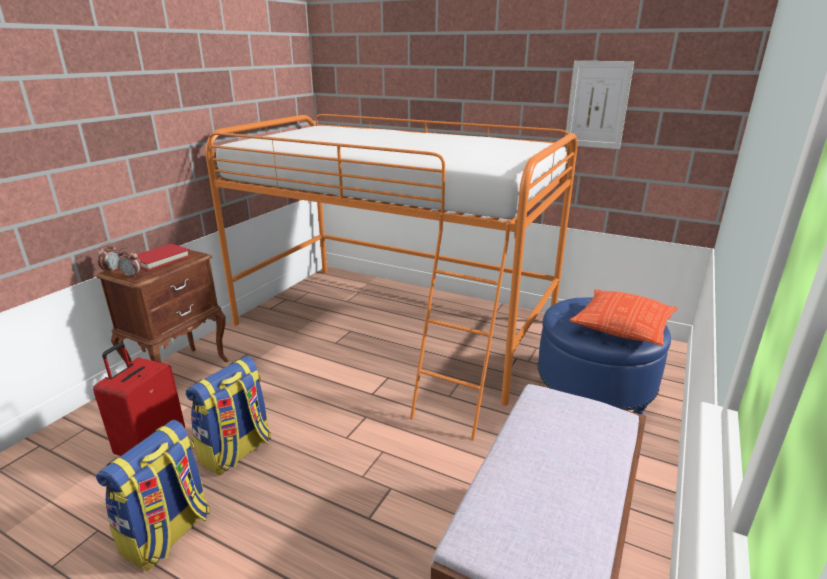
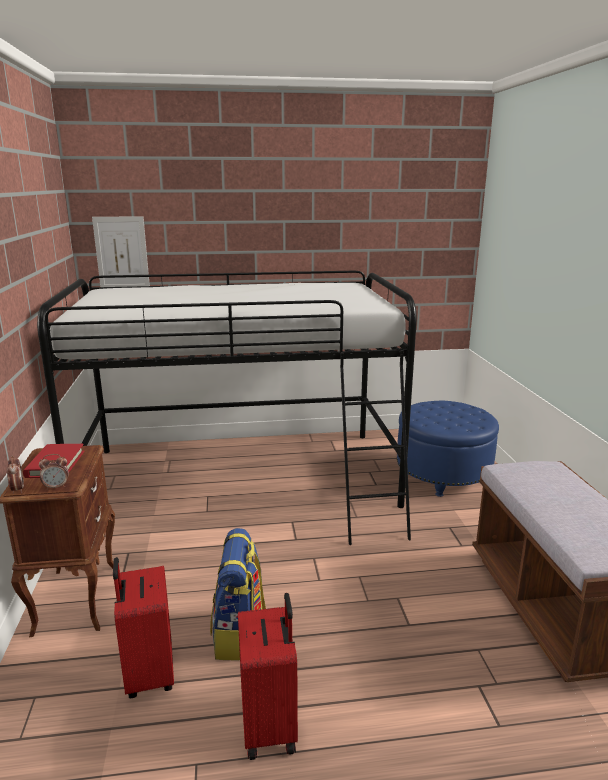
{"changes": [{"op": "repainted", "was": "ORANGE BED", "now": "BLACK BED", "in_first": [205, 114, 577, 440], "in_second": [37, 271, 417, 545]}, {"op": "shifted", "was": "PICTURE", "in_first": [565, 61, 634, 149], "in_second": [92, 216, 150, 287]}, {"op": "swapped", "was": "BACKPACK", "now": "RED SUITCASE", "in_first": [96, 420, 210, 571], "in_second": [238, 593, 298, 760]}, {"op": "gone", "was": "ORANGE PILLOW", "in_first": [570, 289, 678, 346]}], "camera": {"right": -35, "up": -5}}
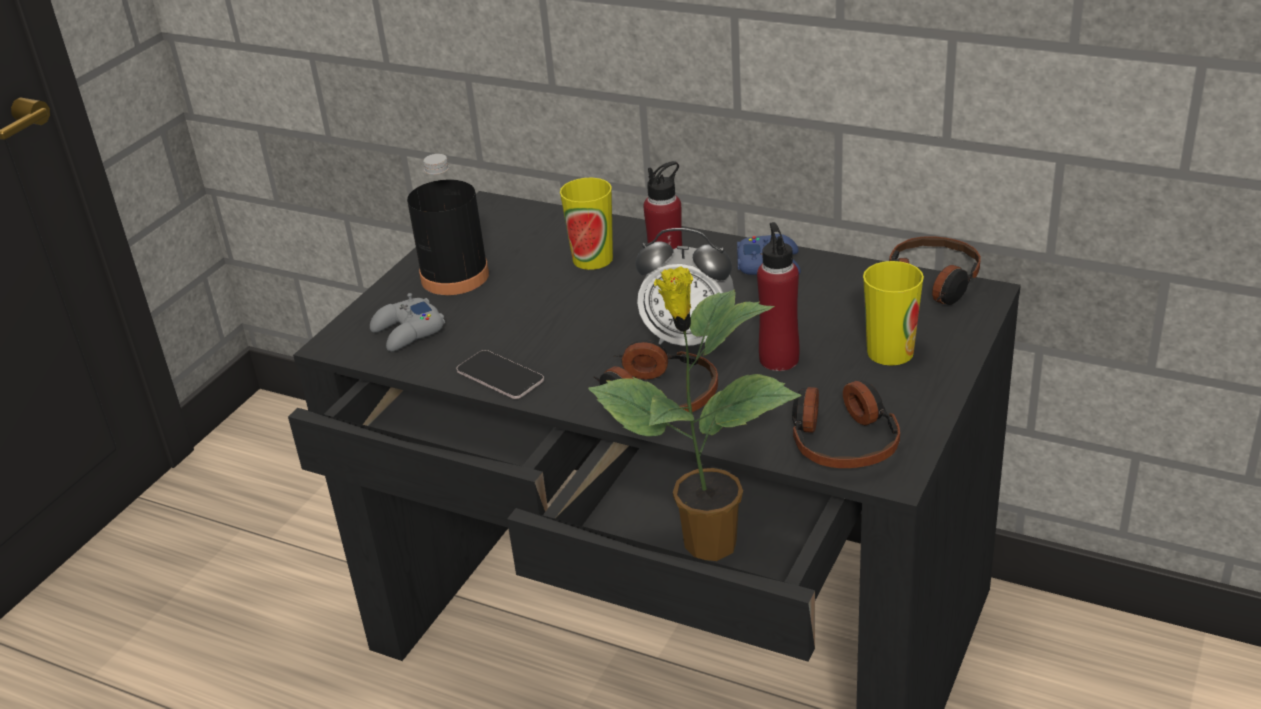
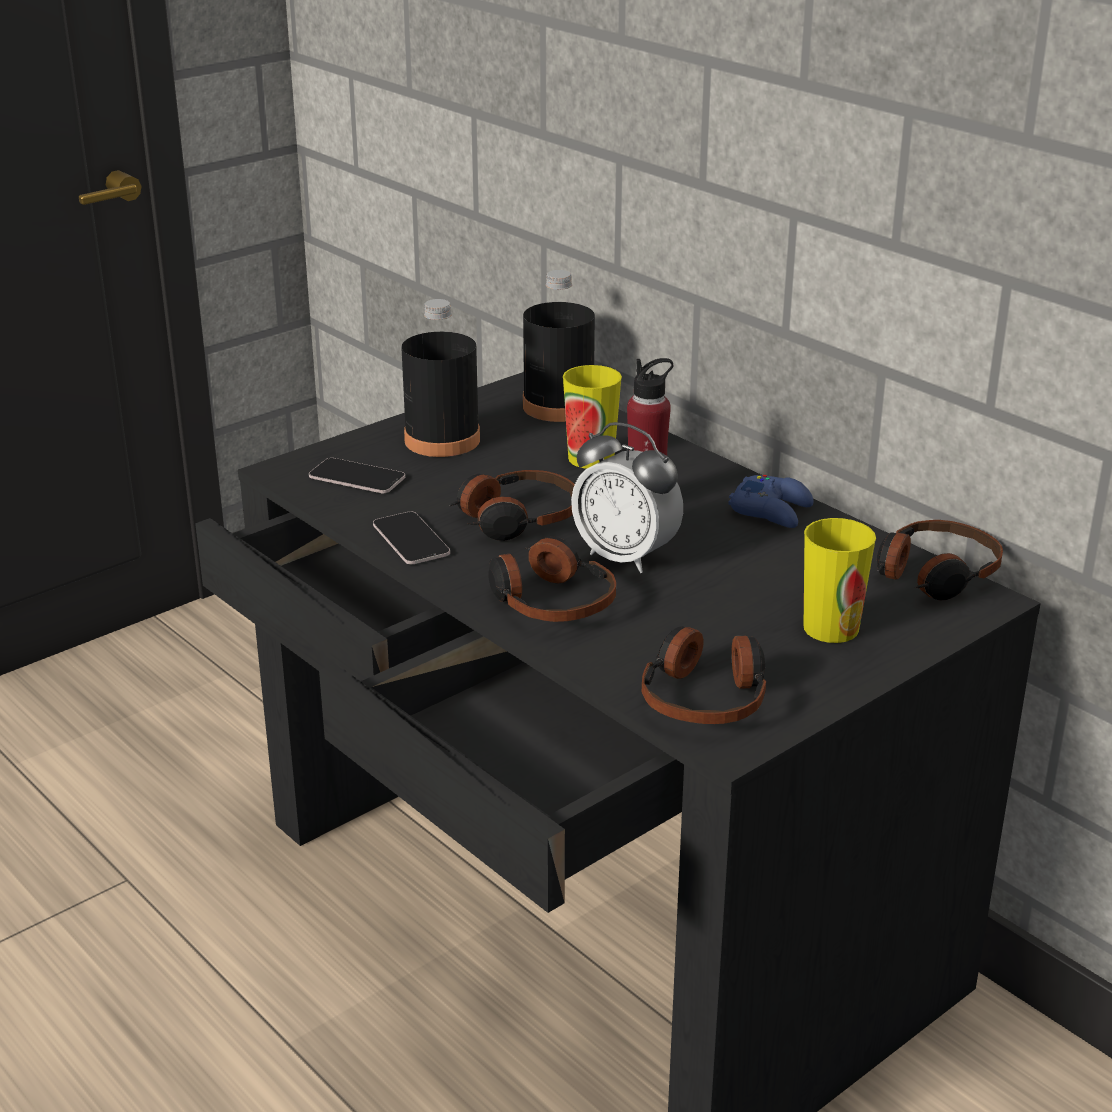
{"changes": [{"op": "swapped", "was": "GREY GAME CONTROLLER", "now": "PHONE", "in_first": [370, 293, 445, 352], "in_second": [309, 458, 405, 493]}, {"op": "new", "now": "HEADPHONES", "in_second": [449, 470, 575, 541]}, {"op": "new", "now": "BLACK BOTTLE", "in_second": [523, 270, 595, 422]}, {"op": "gone", "was": "POTTED PLANT", "in_first": [588, 266, 801, 561]}, {"op": "gone", "was": "RED BOTTLE", "in_first": [757, 222, 800, 371]}], "camera": {"right": 20, "up": -5}}
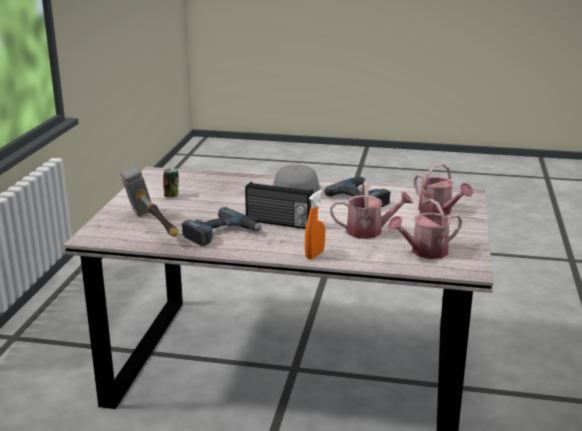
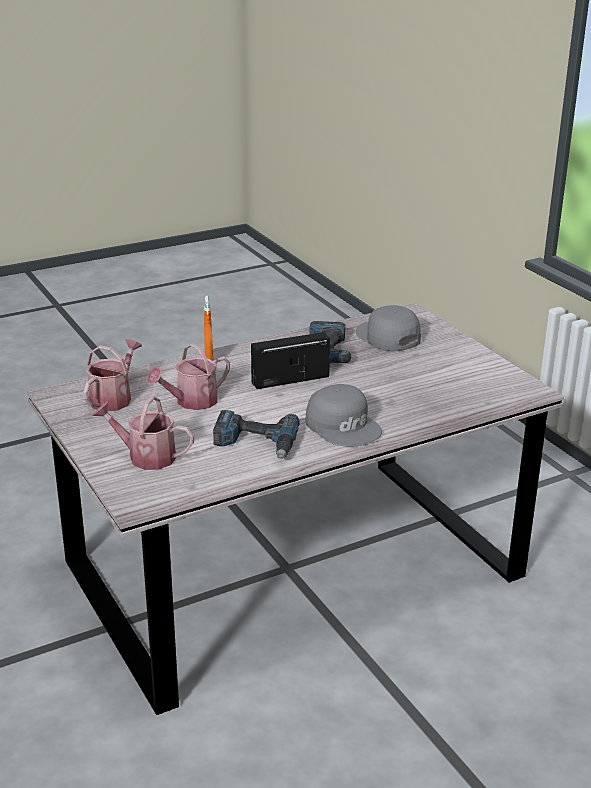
{"changes": [{"op": "swapped", "was": "HAMMER", "now": "GREY CAP", "in_first": [120, 166, 178, 237], "in_second": [356, 305, 421, 351]}, {"op": "gone", "was": "CAN", "in_first": [163, 169, 179, 198]}], "camera": {"right": 140, "up": 5}}
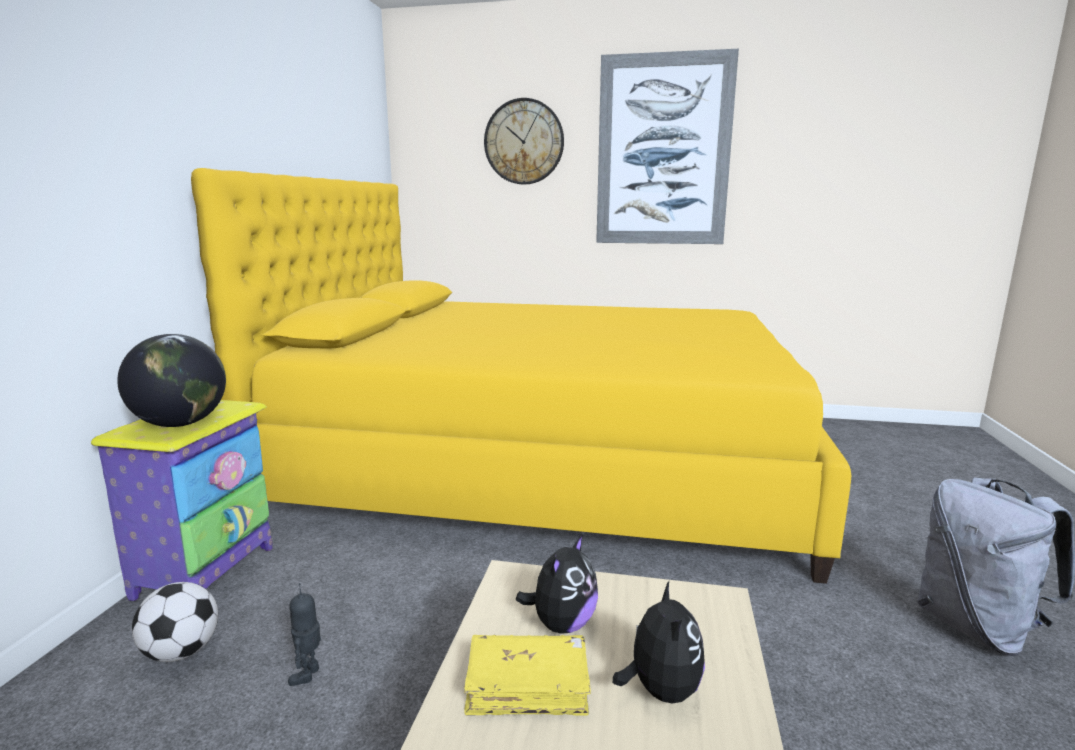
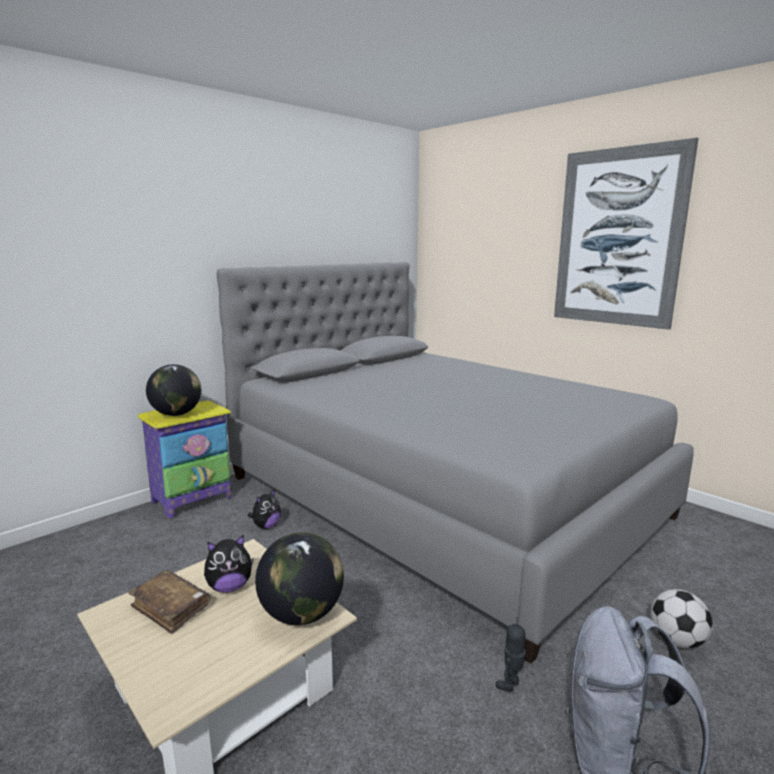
{"changes": [{"op": "repainted", "was": "YELLOW BOOK", "now": "BROWN BOOK", "in_first": [464, 635, 591, 716], "in_second": [128, 570, 210, 634]}, {"op": "repainted", "was": "YELLOW BED", "now": "GREY BED", "in_first": [191, 168, 851, 584], "in_second": [217, 262, 694, 664]}, {"op": "shifted", "was": "PLUSH TOY", "in_first": [613, 581, 705, 704], "in_second": [248, 489, 281, 529]}, {"op": "new", "now": "GLOBE", "in_second": [255, 532, 344, 625]}, {"op": "shifted", "was": "TOY ROBOT", "in_first": [288, 583, 321, 686], "in_second": [496, 617, 526, 692]}, {"op": "shifted", "was": "FOOTBALL", "in_first": [132, 582, 218, 662], "in_second": [651, 589, 713, 648]}, {"op": "gone", "was": "WALL CLOCK", "in_first": [484, 98, 564, 185]}], "camera": {"right": 35, "up": 0}}
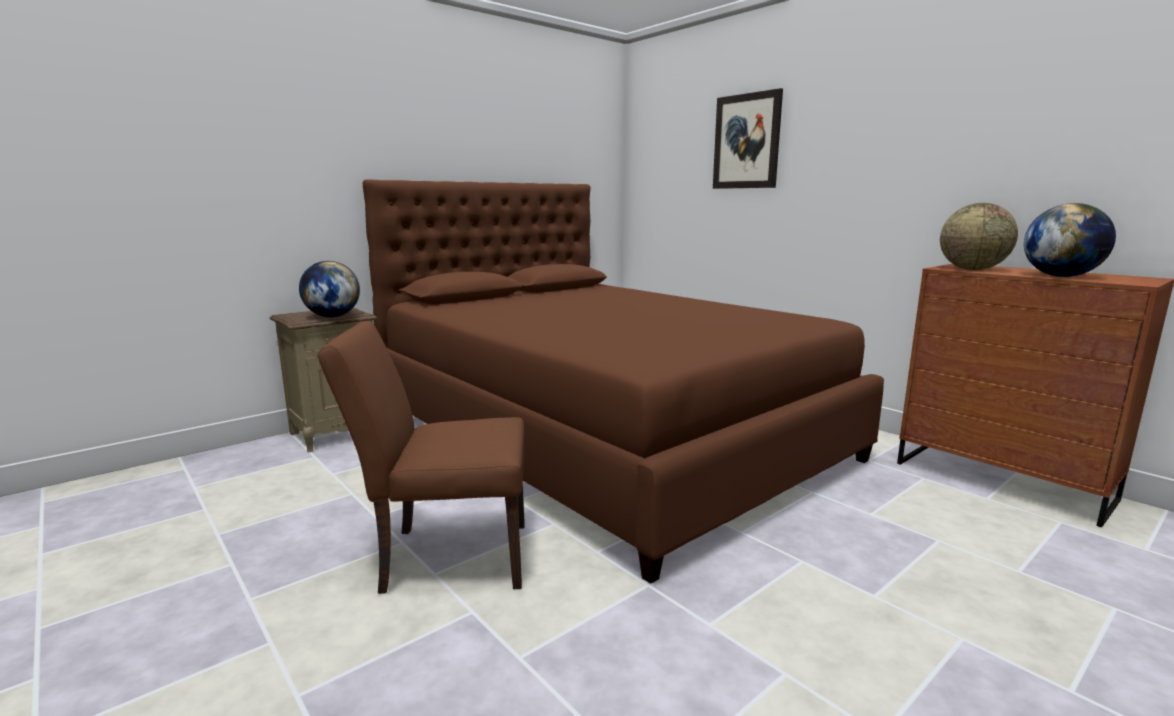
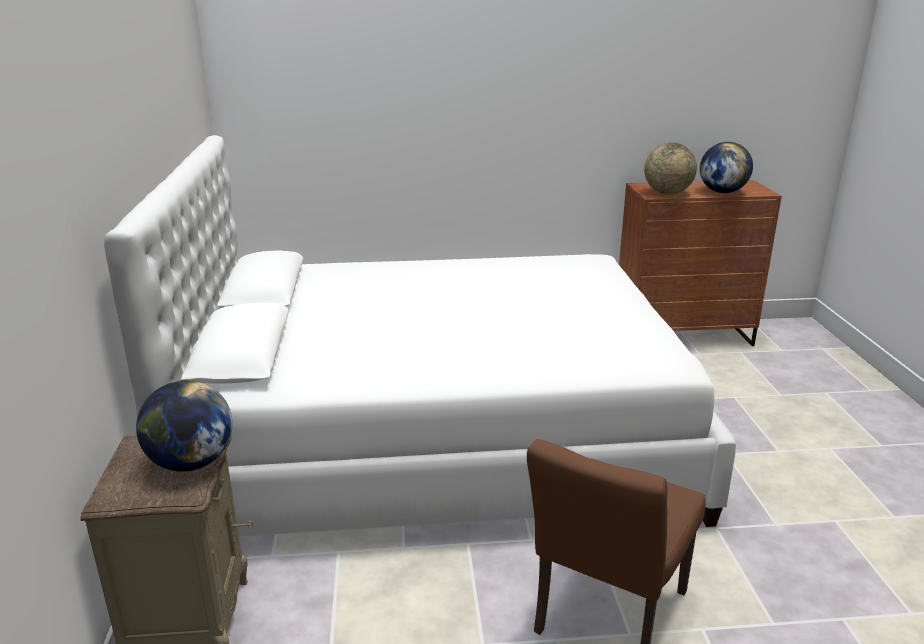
{"changes": [{"op": "repainted", "was": "BROWN BED", "now": "WHITE BED", "in_first": [363, 179, 884, 584], "in_second": [104, 135, 736, 536]}, {"op": "gone", "was": "PICTURE", "in_first": [713, 88, 783, 189]}], "camera": {"right": -55, "up": 10}}
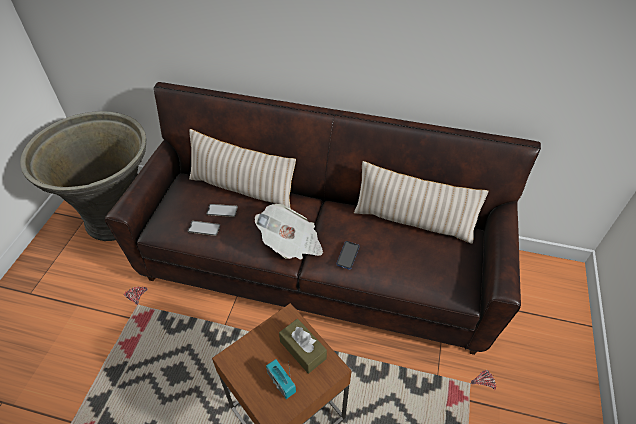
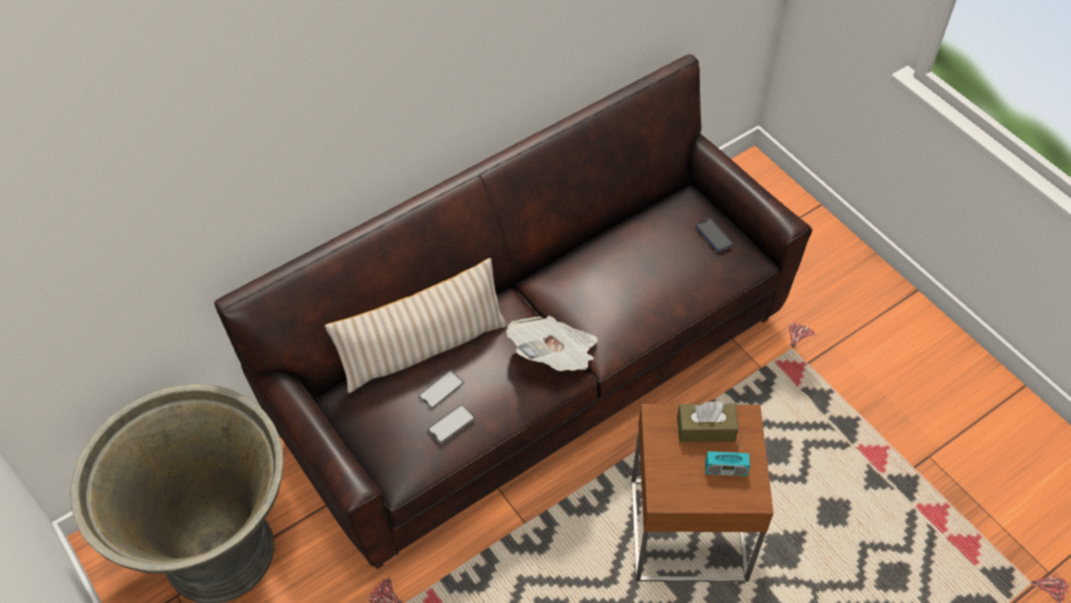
{"changes": [{"op": "shifted", "was": "PHONE", "in_first": [337, 241, 359, 269], "in_second": [696, 218, 733, 252]}, {"op": "gone", "was": "BEIGE PILLOW", "in_first": [354, 161, 489, 244]}], "camera": {"right": -50, "up": 5}}
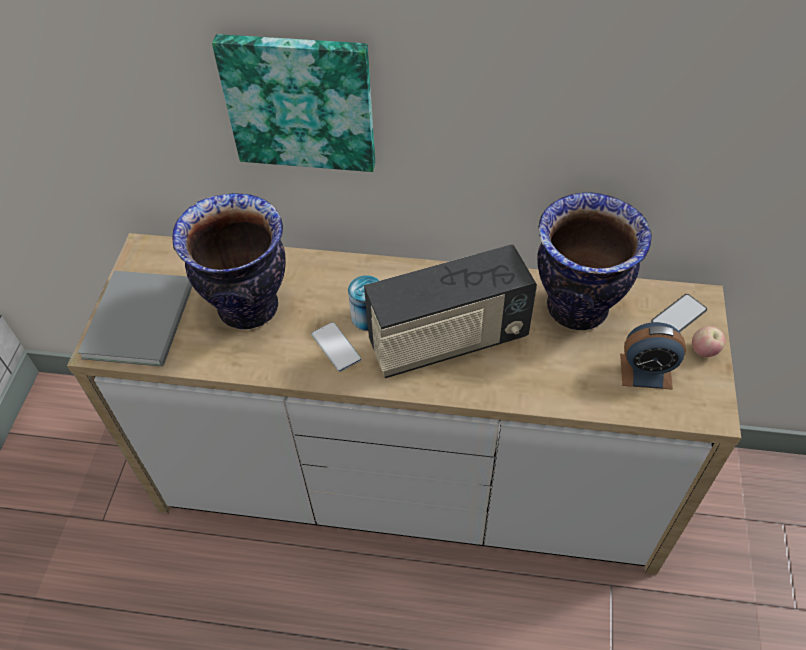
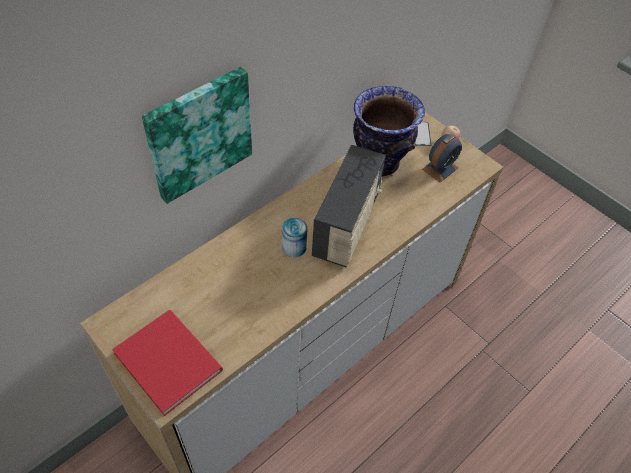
{"changes": [{"op": "repainted", "was": "GREY BOOK", "now": "RED BOOK", "in_first": [78, 271, 193, 367], "in_second": [112, 310, 223, 416]}, {"op": "gone", "was": "VASE", "in_first": [173, 193, 286, 329]}, {"op": "gone", "was": "PHONE", "in_first": [311, 322, 361, 372]}], "camera": {"right": -55, "up": 0}}
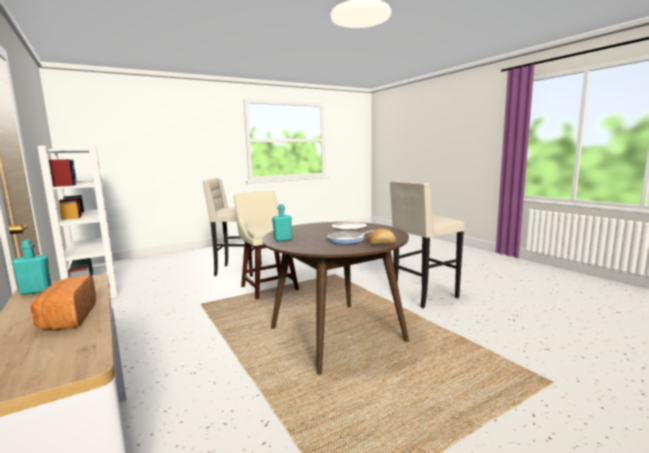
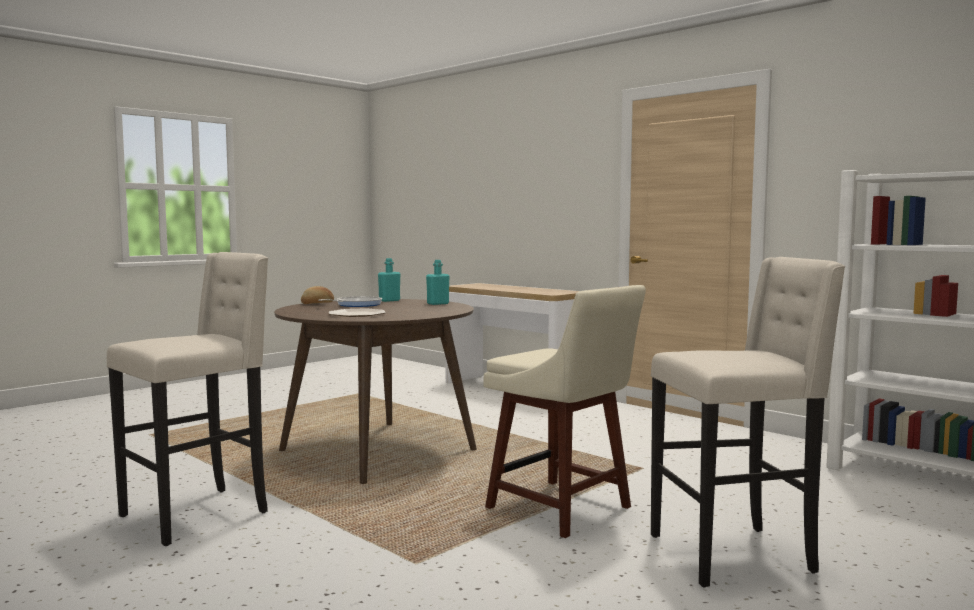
{"changes": [{"op": "shifted", "was": "TURQUOISE BOTTLE", "in_first": [12, 240, 52, 295], "in_second": [378, 258, 400, 302]}, {"op": "gone", "was": "BREAD", "in_first": [31, 275, 96, 330]}], "camera": {"right": 165, "up": -5}}
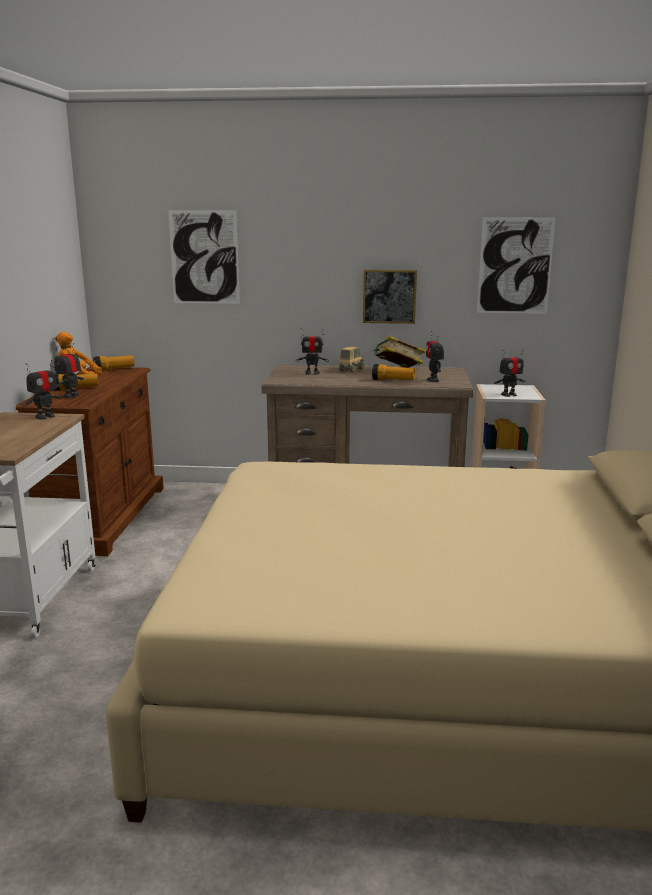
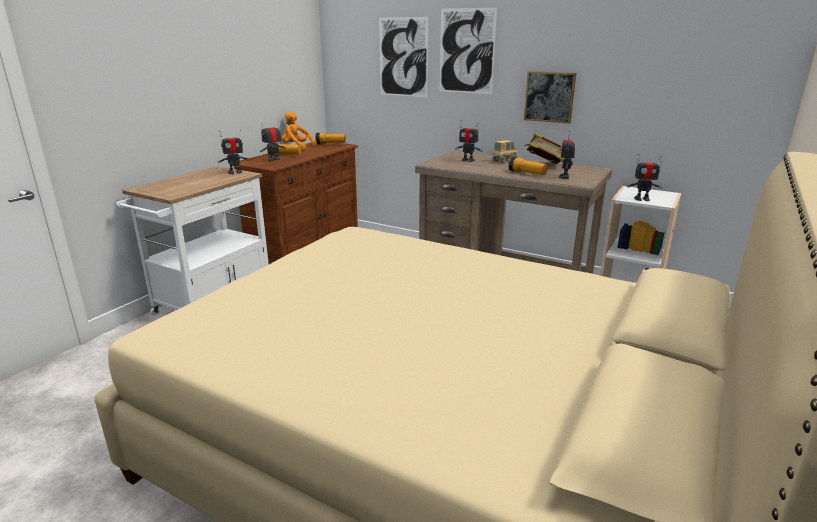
{"changes": [{"op": "shifted", "was": "PICTURE", "in_first": [477, 217, 556, 314], "in_second": [439, 8, 497, 94]}], "camera": {"right": 25, "up": 5}}
